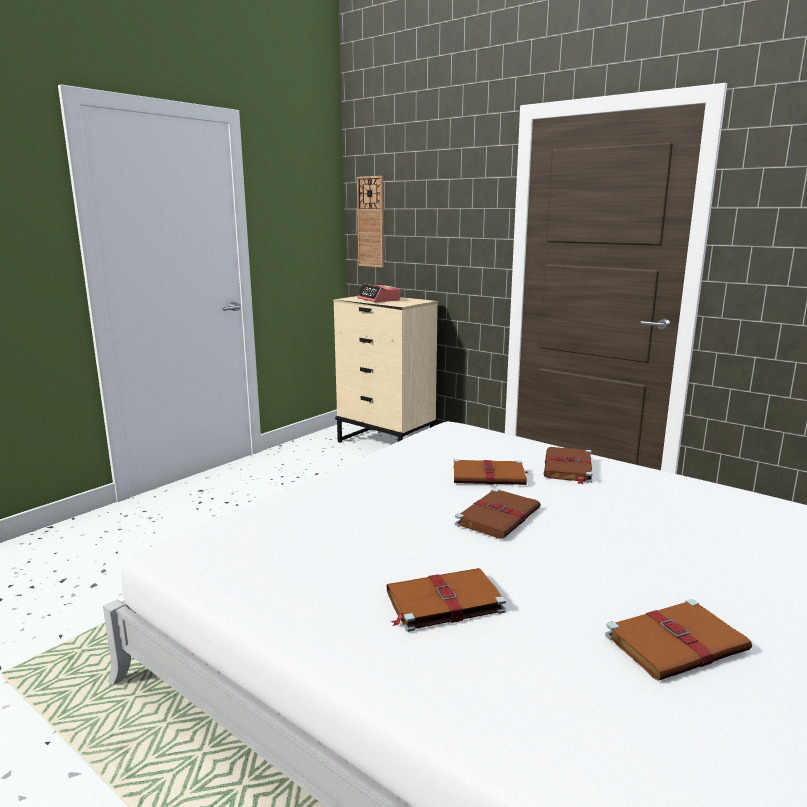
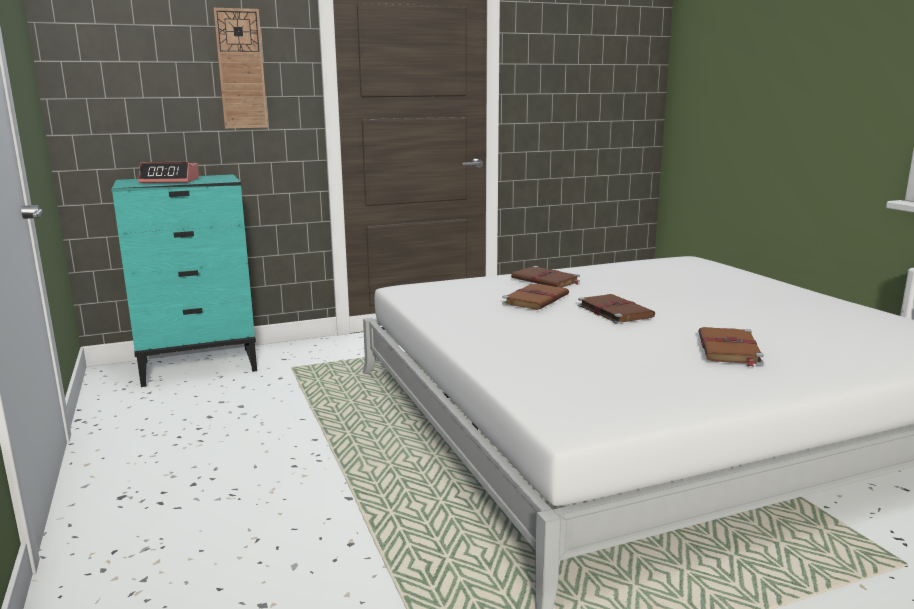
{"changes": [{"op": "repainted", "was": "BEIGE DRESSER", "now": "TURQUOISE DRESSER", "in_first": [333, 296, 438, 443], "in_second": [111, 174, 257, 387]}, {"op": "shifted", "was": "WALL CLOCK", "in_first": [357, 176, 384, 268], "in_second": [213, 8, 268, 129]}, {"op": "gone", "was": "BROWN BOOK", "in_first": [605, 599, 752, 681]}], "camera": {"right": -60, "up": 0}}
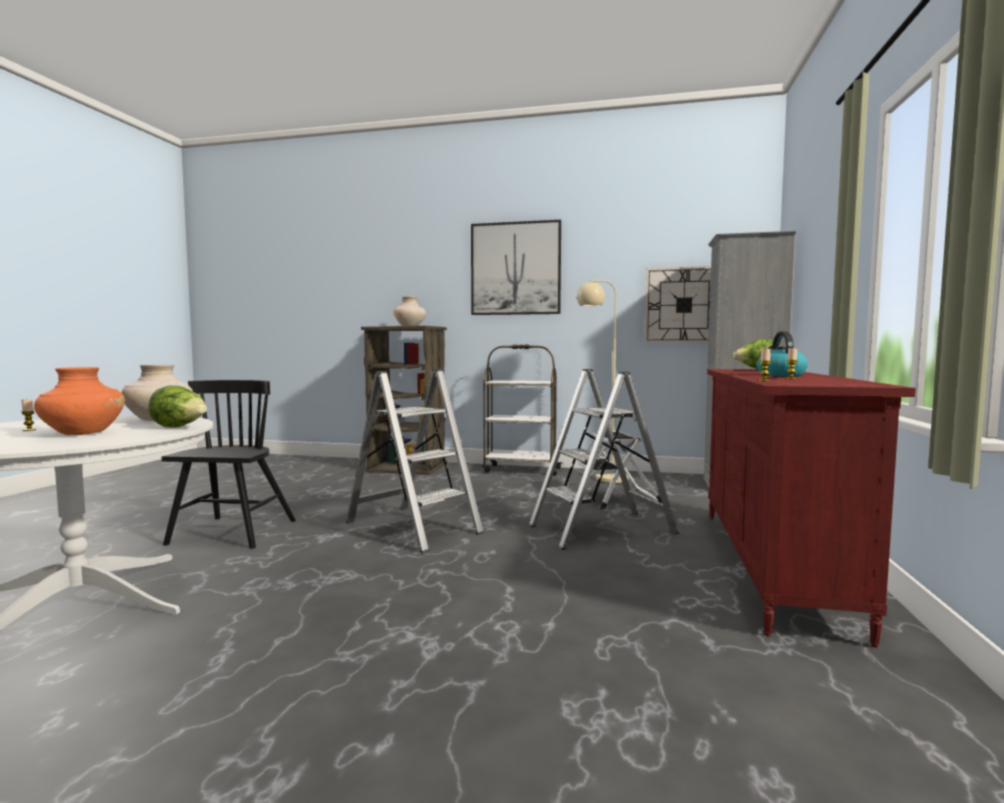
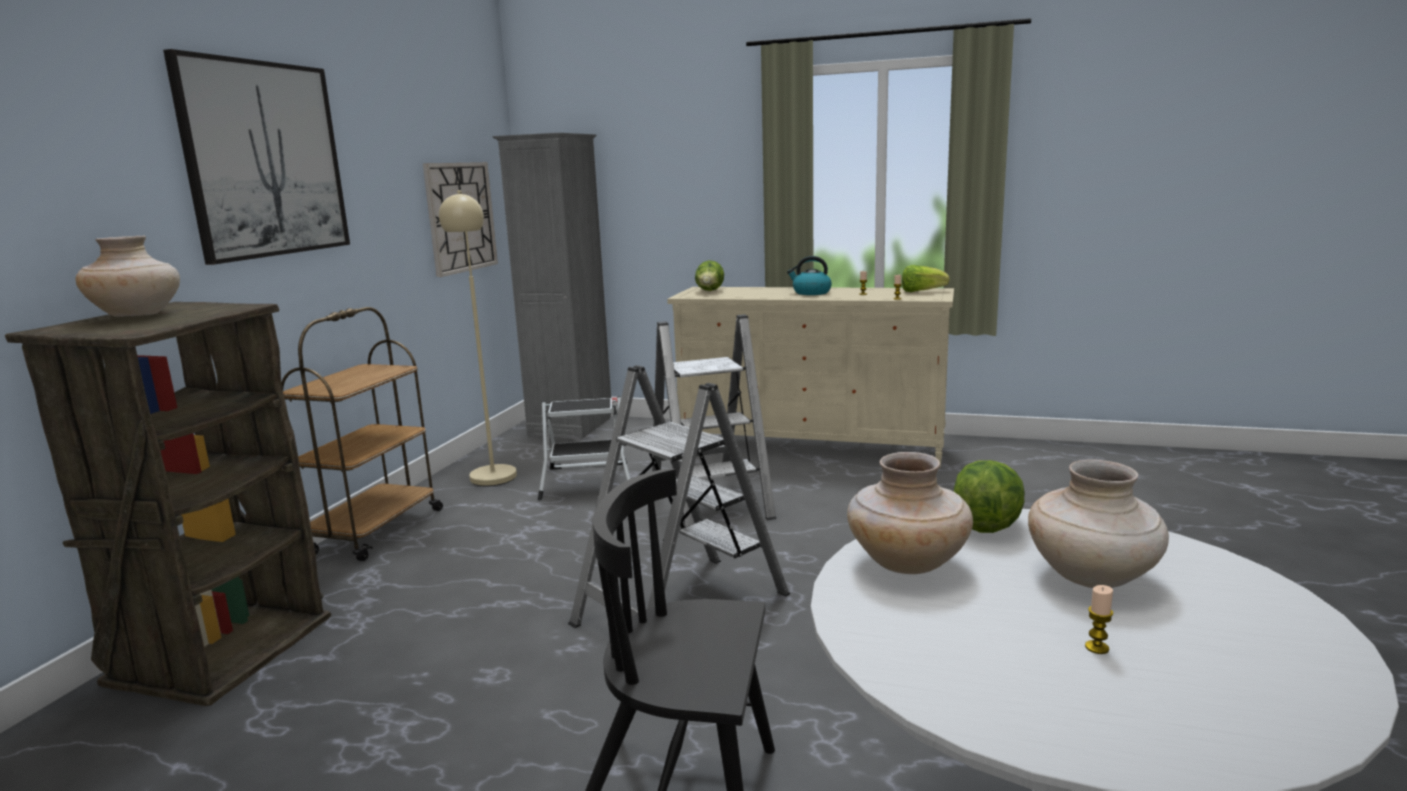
{"changes": [{"op": "repainted", "was": "WHITE CART", "now": "BROWN CART", "in_first": [482, 344, 563, 476], "in_second": [281, 307, 443, 561]}, {"op": "repainted", "was": "RED DRESSER", "now": "BEIGE DRESSER", "in_first": [707, 369, 916, 648], "in_second": [667, 287, 954, 468]}, {"op": "new", "now": "LETTUCE", "in_second": [902, 265, 950, 292]}, {"op": "repainted", "was": "ORANGE VASE", "now": "BEIGE VASE", "in_first": [34, 367, 125, 435], "in_second": [1028, 459, 1169, 588]}], "camera": {"right": -85, "up": 10}}
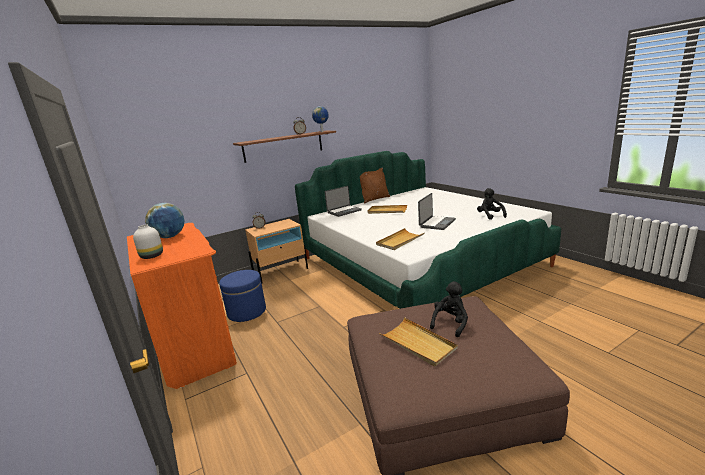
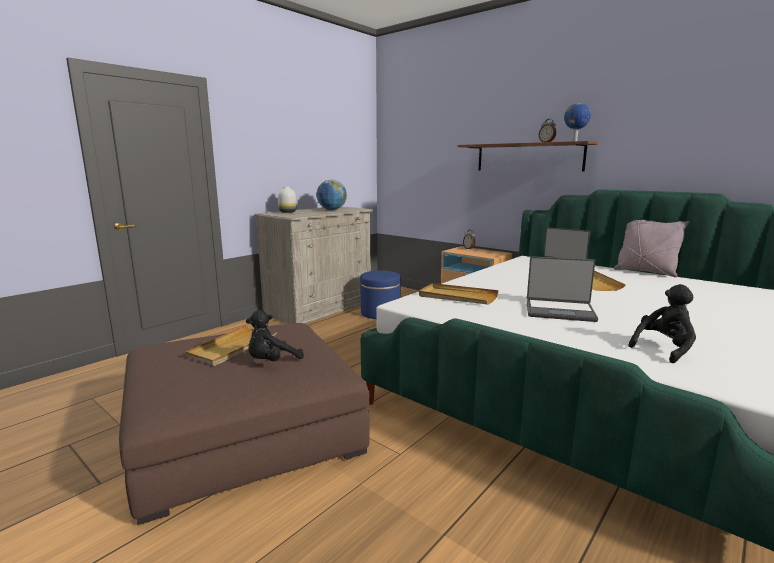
{"changes": [{"op": "rotated", "was": "BLACK PLUSH TOY", "in_first": [430, 281, 468, 337], "in_second": [246, 310, 304, 361], "clockwise": 120}, {"op": "repainted", "was": "ORANGE DRESSER", "now": "BEIGE DRESSER", "in_first": [127, 223, 237, 389], "in_second": [254, 207, 373, 324]}, {"op": "repainted", "was": "BROWN PILLOW", "now": "PURPLE PILLOW", "in_first": [360, 167, 390, 204], "in_second": [614, 220, 690, 277]}], "camera": {"right": 70, "up": -5}}
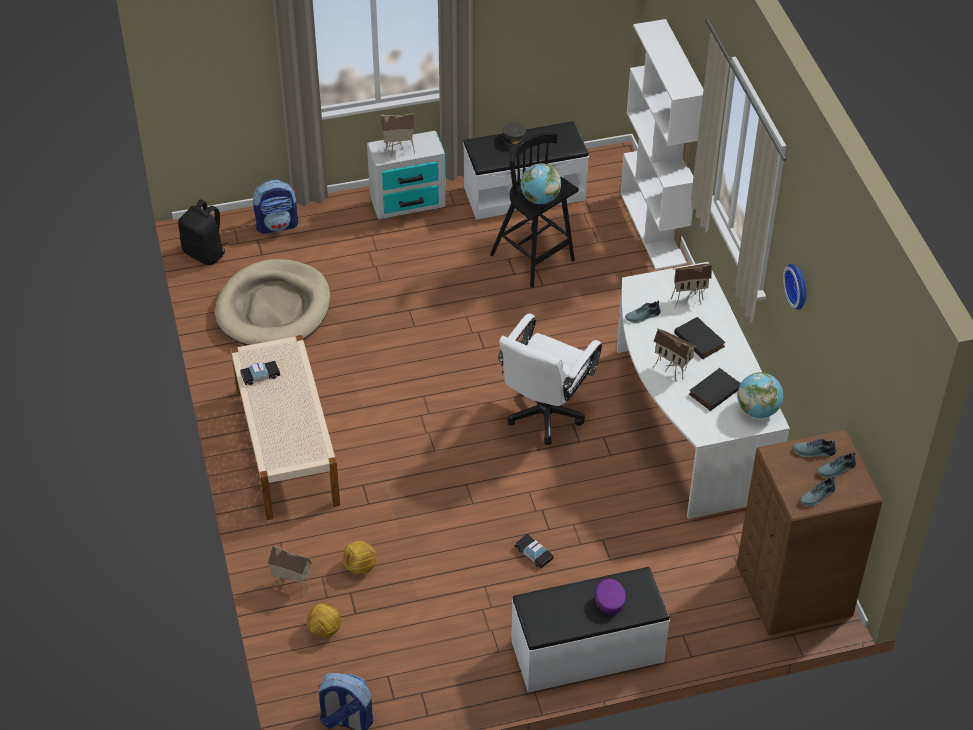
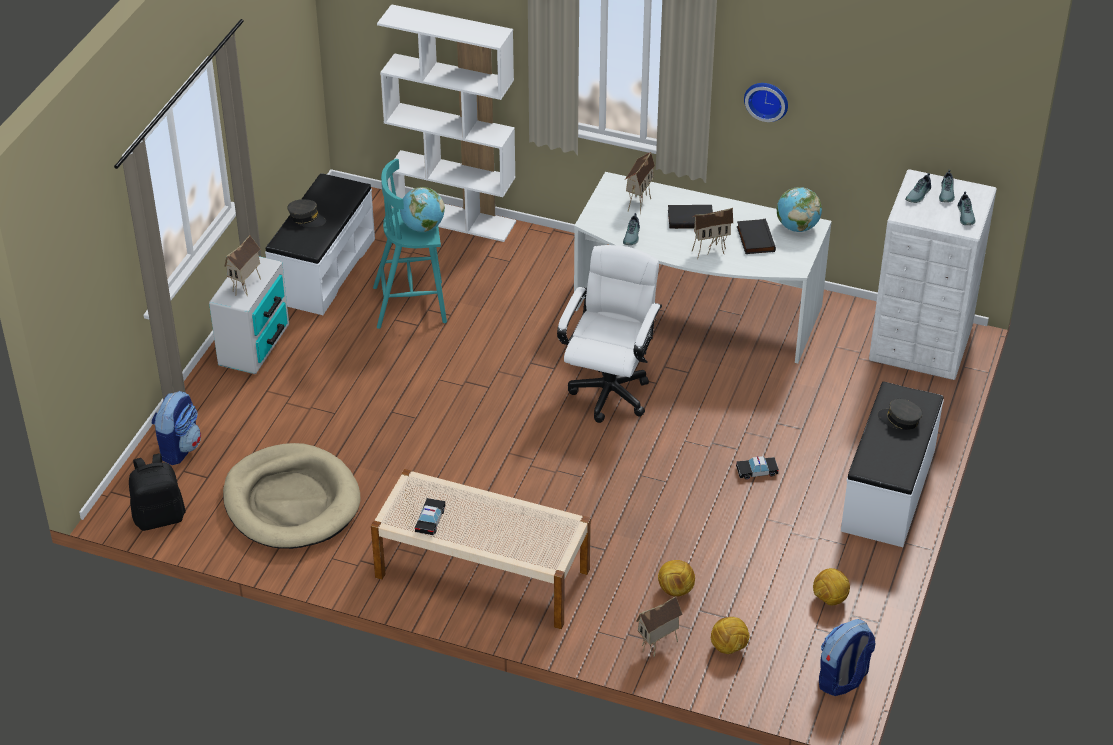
{"changes": [{"op": "repainted", "was": "BLACK STOOL", "now": "TURQUOISE STOOL", "in_first": [490, 132, 579, 288], "in_second": [373, 159, 447, 329]}, {"op": "rotated", "was": "WHITE OFFICE CHAIR", "in_first": [498, 313, 602, 445], "in_second": [557, 245, 662, 423], "clockwise": -135}, {"op": "new", "now": "FOOTBALL", "in_second": [813, 568, 850, 605]}, {"op": "repainted", "was": "BROWN DRESSER", "now": "WHITE DRESSER", "in_first": [737, 429, 883, 635], "in_second": [869, 169, 997, 380]}, {"op": "repainted", "was": "PURPLE CAP", "now": "GREY CAP", "in_first": [595, 579, 626, 615], "in_second": [878, 399, 922, 430]}], "camera": {"right": -55, "up": -5}}
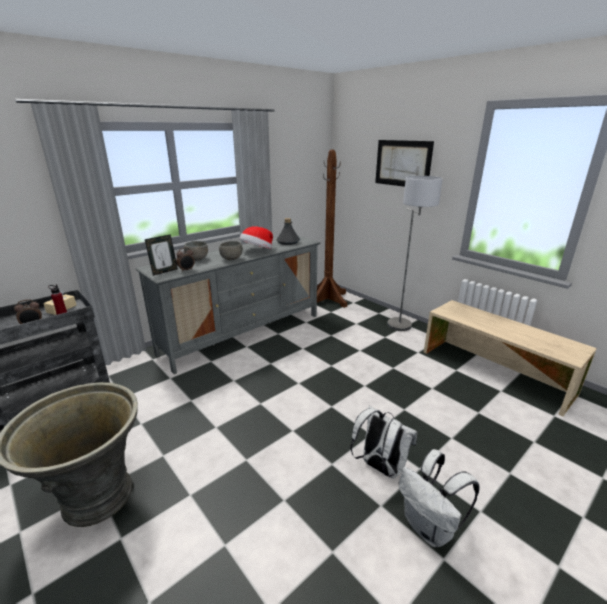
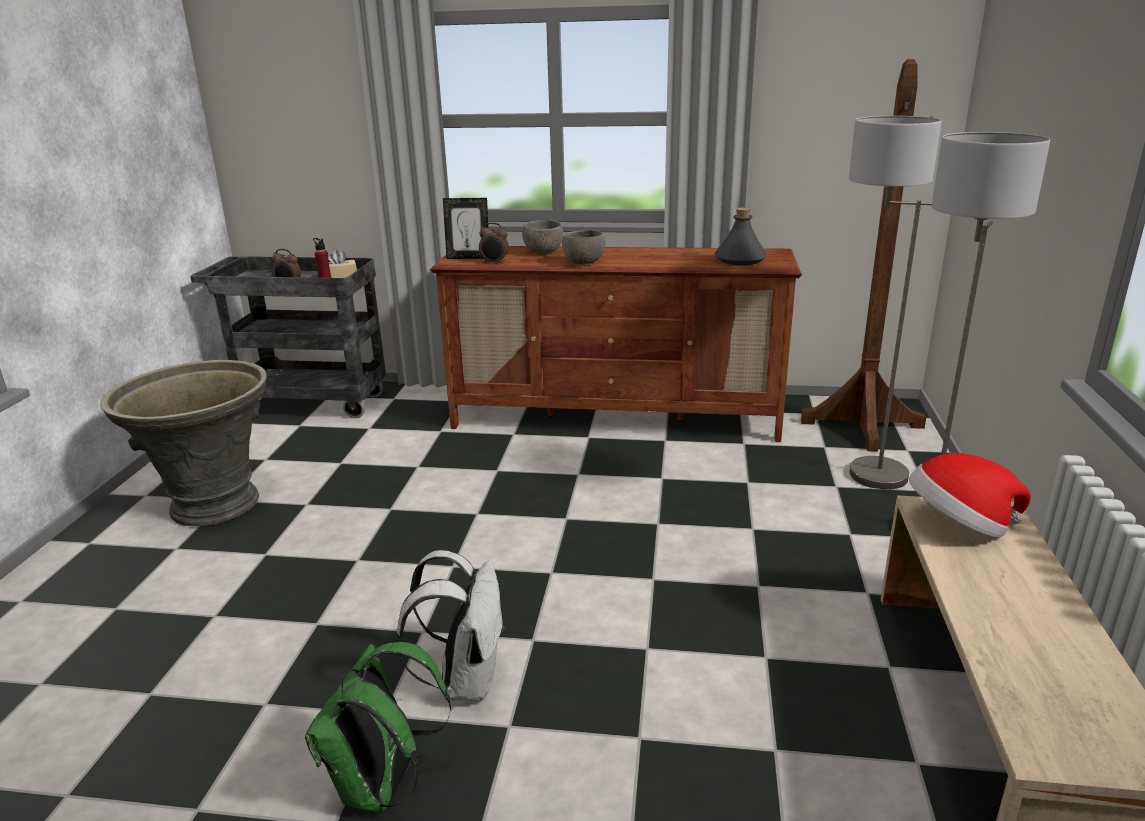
{"changes": [{"op": "repainted", "was": "WHITE BACKPACK", "now": "GREEN BACKPACK", "in_first": [399, 449, 479, 547], "in_second": [305, 642, 451, 812]}, {"op": "repainted", "was": "GREY DRESSER", "now": "BROWN DRESSER", "in_first": [136, 236, 321, 374], "in_second": [430, 246, 802, 442]}, {"op": "new", "now": "GREY FLOOR LAMP", "in_second": [849, 116, 942, 490]}, {"op": "shifted", "was": "HAT", "in_first": [239, 226, 273, 249], "in_second": [909, 453, 1031, 538]}, {"op": "gone", "was": "PICTURE", "in_first": [375, 140, 434, 187]}], "camera": {"right": 50, "up": 0}}
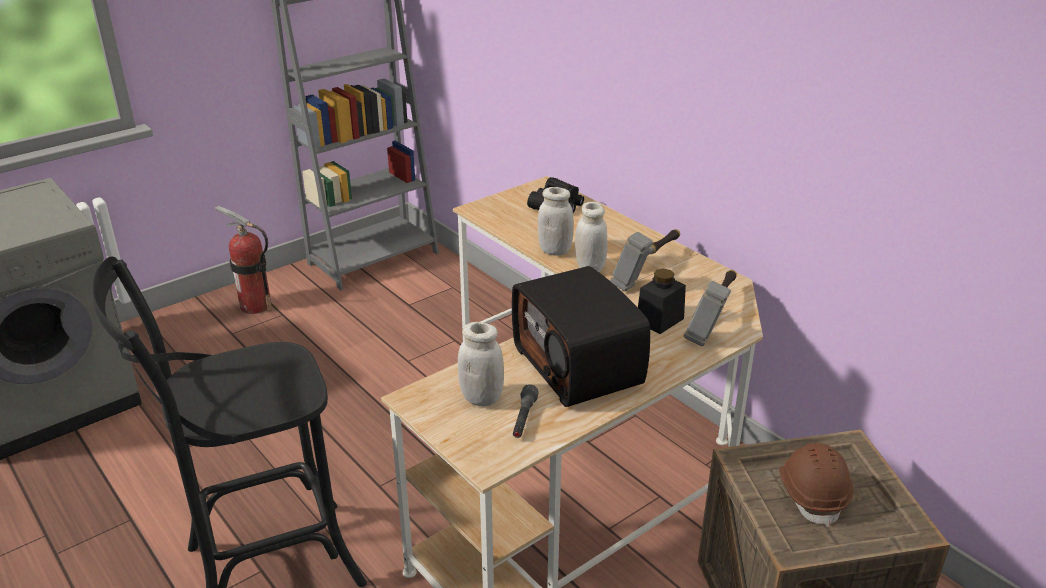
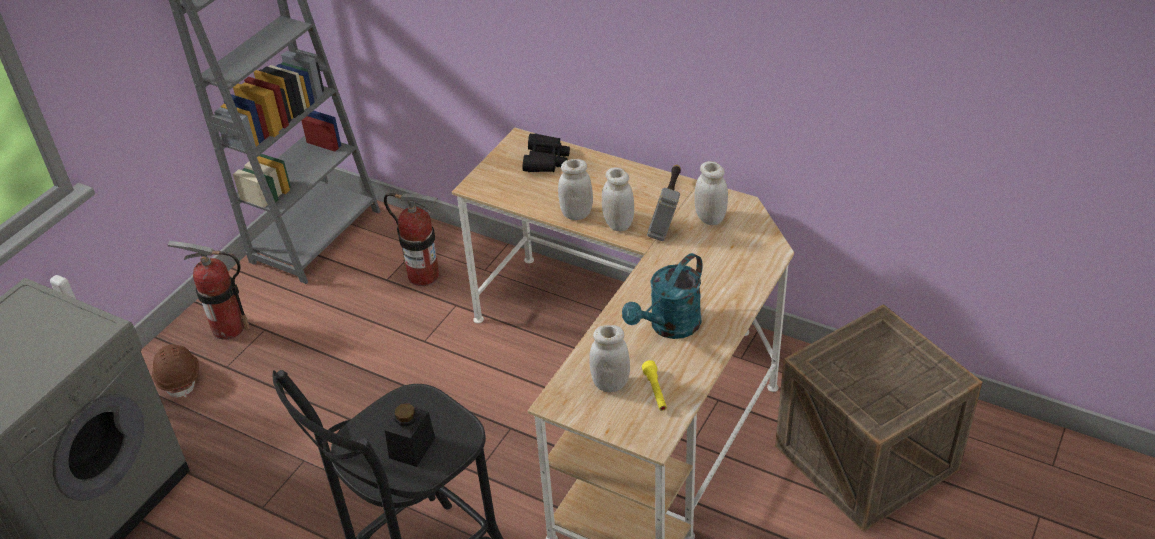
{"changes": [{"op": "shifted", "was": "BROWN HARD HAT", "in_first": [779, 443, 853, 527], "in_second": [152, 344, 199, 398]}, {"op": "new", "now": "FIRE EXTINGUISHER", "in_second": [384, 193, 439, 286]}, {"op": "shifted", "was": "BLACK JAR", "in_first": [638, 269, 686, 334], "in_second": [385, 404, 435, 467]}, {"op": "swapped", "was": "RADIO", "now": "TURQUOISE WATERING CAN", "in_first": [512, 266, 650, 407], "in_second": [622, 253, 703, 339]}, {"op": "repainted", "was": "GREY FLASHLIGHT", "now": "YELLOW FLASHLIGHT", "in_first": [513, 384, 539, 438], "in_second": [642, 360, 667, 411]}, {"op": "new", "now": "WHITE JAR", "in_second": [695, 161, 728, 225]}, {"op": "gone", "was": "HAMMER", "in_first": [684, 270, 737, 346]}], "camera": {"right": -20, "up": 10}}
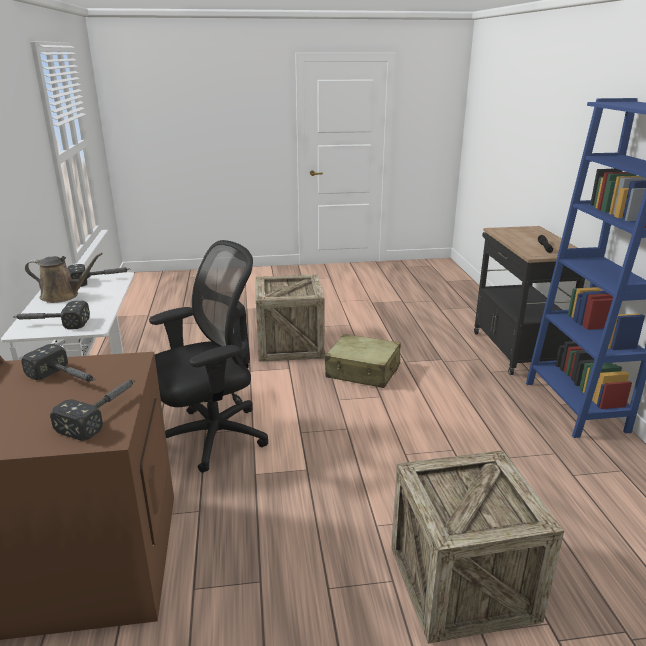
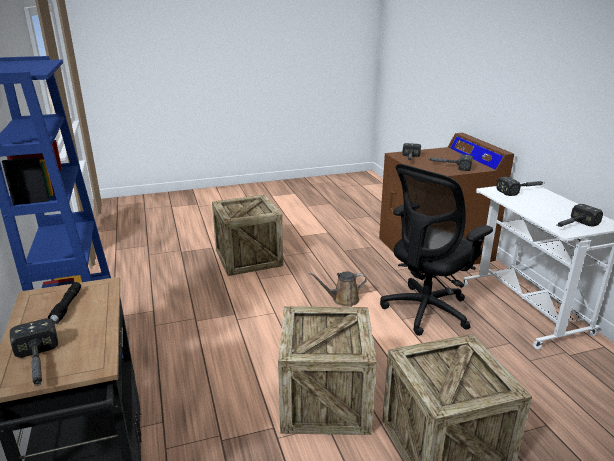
{"changes": [{"op": "new", "now": "HAMMER", "in_second": [10, 318, 58, 386]}, {"op": "swapped", "was": "BEIGE SUITCASE", "now": "CRATE", "in_first": [325, 334, 401, 388], "in_second": [278, 306, 377, 435]}, {"op": "shifted", "was": "BROWN WATERING CAN", "in_first": [25, 253, 103, 303], "in_second": [309, 271, 367, 306]}], "camera": {"right": 170, "up": 0}}
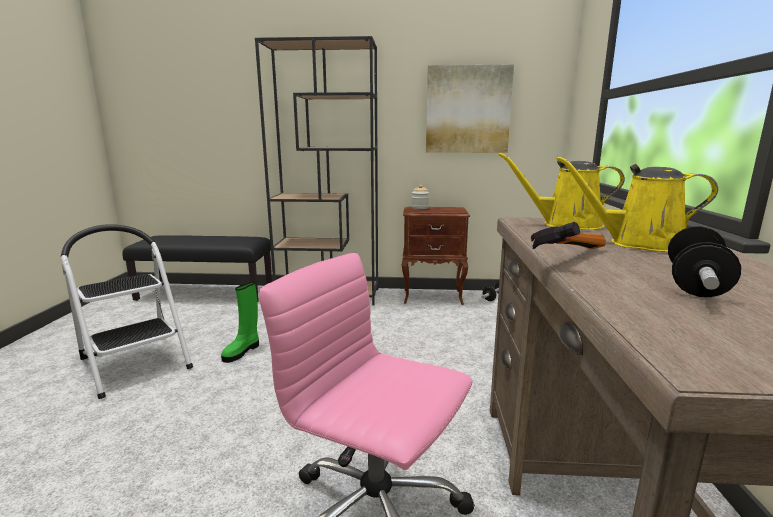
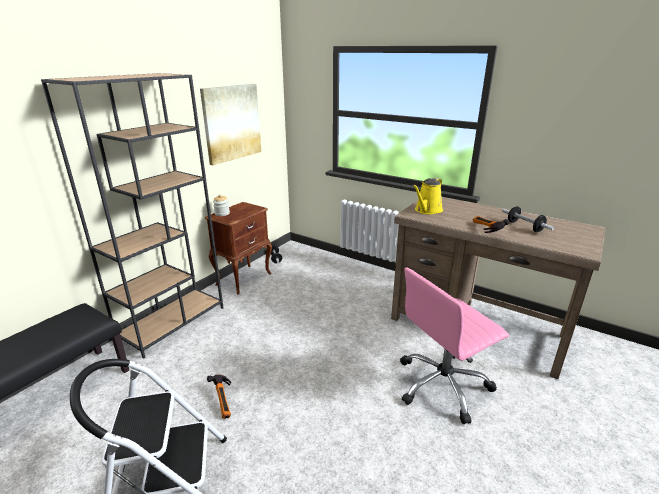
{"changes": [{"op": "swapped", "was": "GREEN BOOT", "now": "HAMMER", "in_first": [221, 282, 259, 363], "in_second": [207, 374, 231, 419]}, {"op": "gone", "was": "YELLOW WATERING CAN", "in_first": [556, 156, 718, 252]}], "camera": {"right": -60, "up": 10}}
